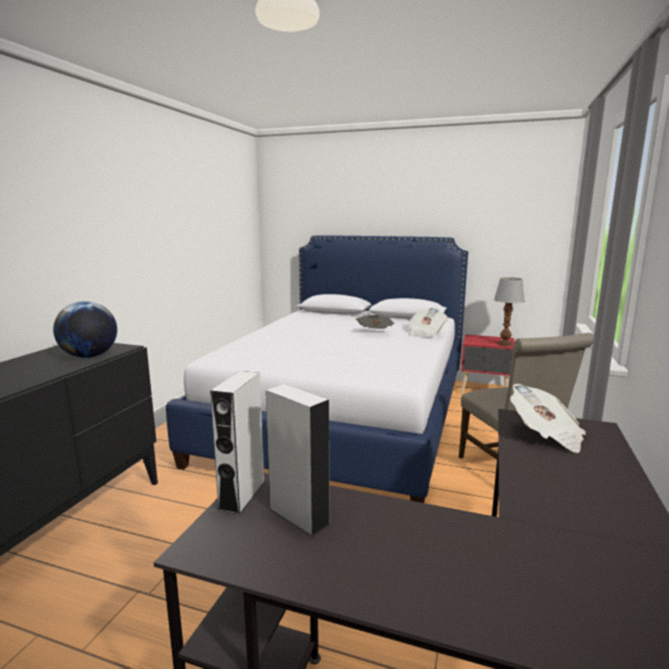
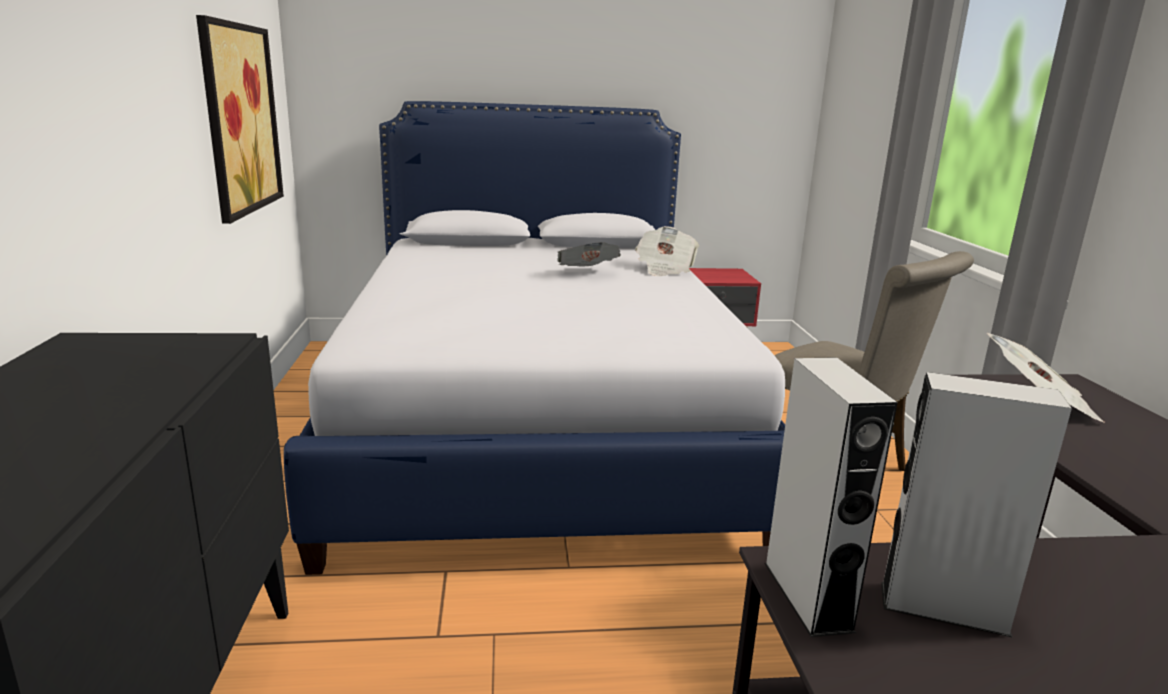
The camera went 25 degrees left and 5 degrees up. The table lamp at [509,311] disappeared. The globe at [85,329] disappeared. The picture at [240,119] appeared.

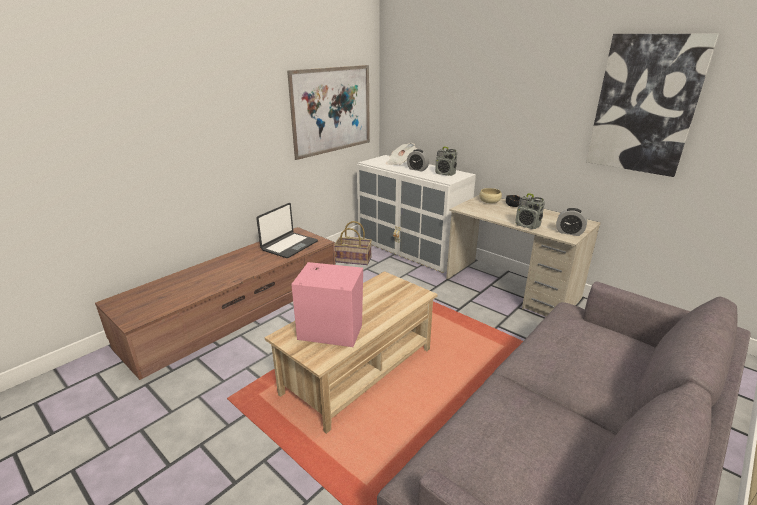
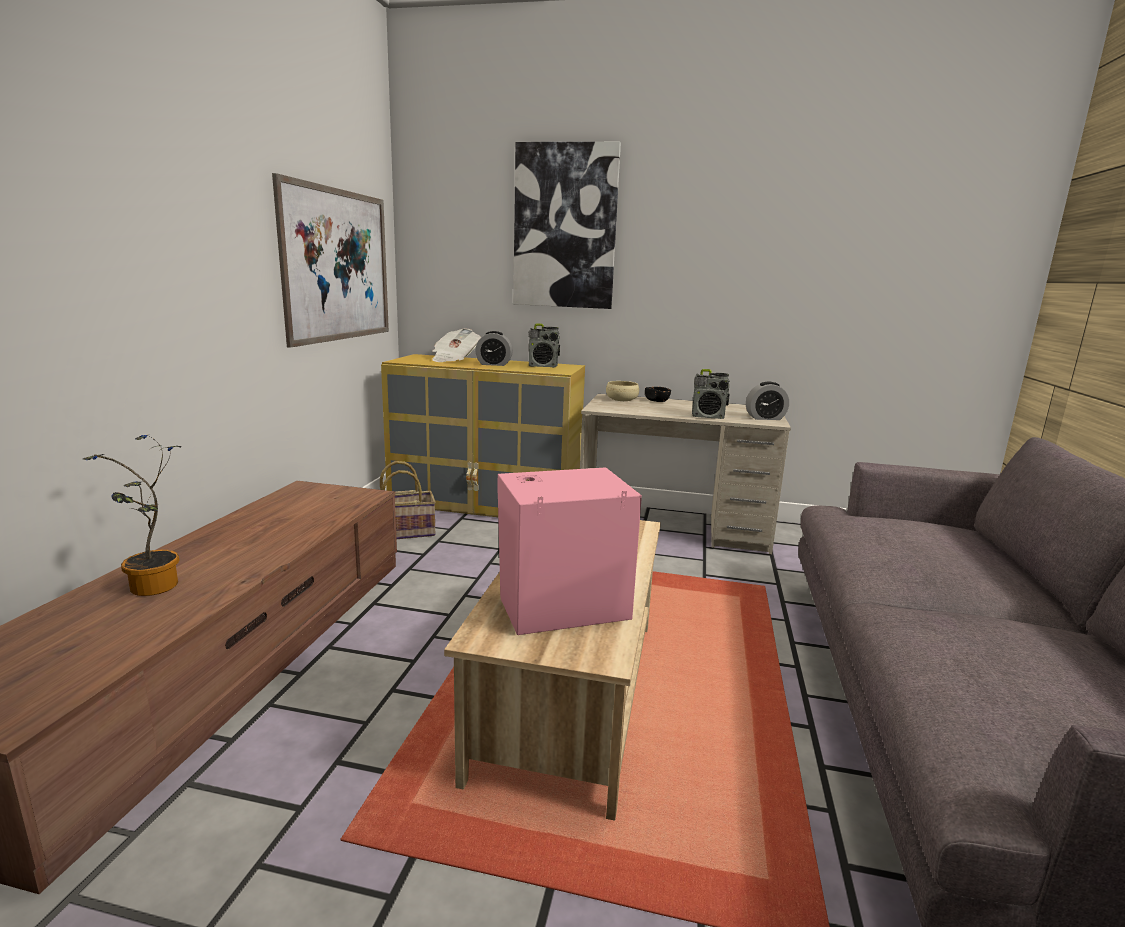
The camera went 30 degrees left and 10 degrees down. The picture moved from [652,105] to [567,225]. The cabinet (white) at [416,214] became the cabinet (yellow) at [483,435]. The laptop at [287,230] disappeared. The potted plant at [132,515] appeared.

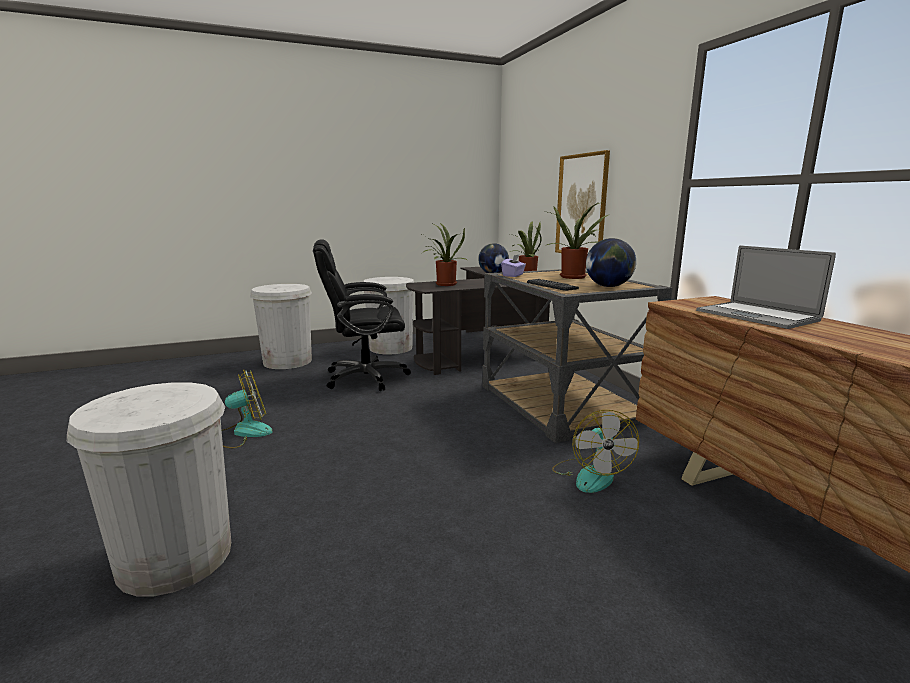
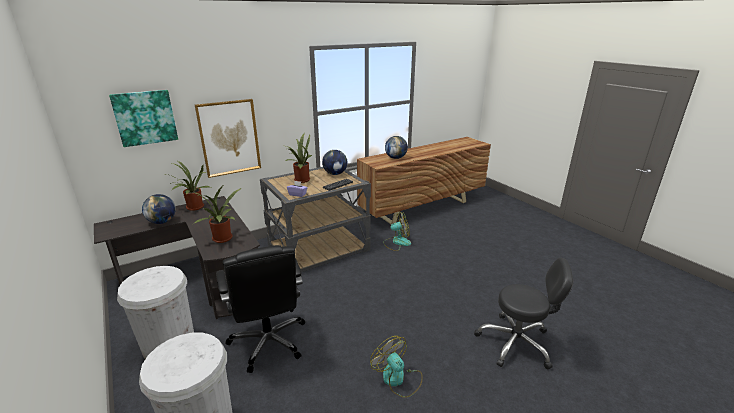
The camera went 100 degrees left and 10 degrees up. The laptop at [766,287] was replaced by the globe at [396,147]. The trash can (white) at [149,489] was replaced by the office chair (black) at [523,313]. The picture at [143,118] appeared.

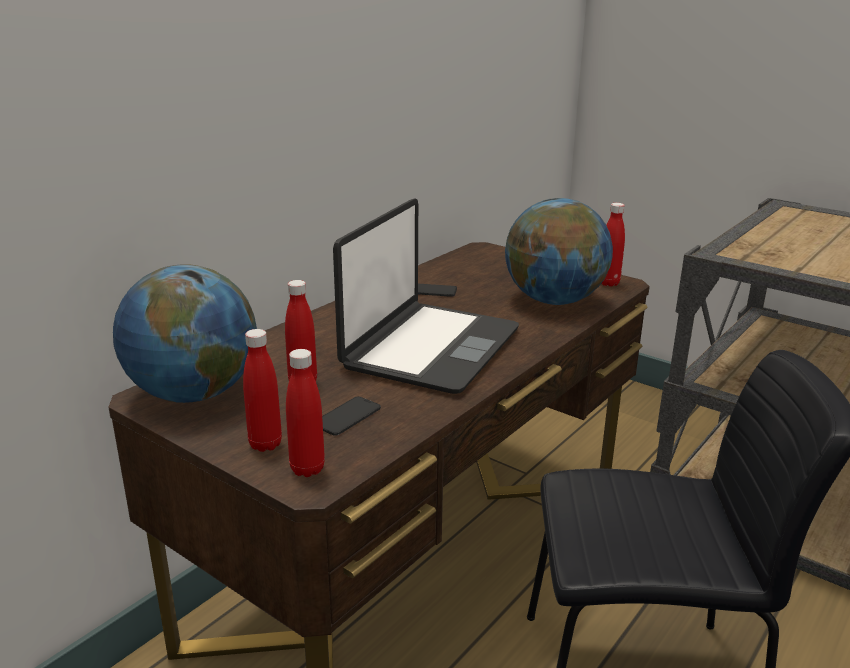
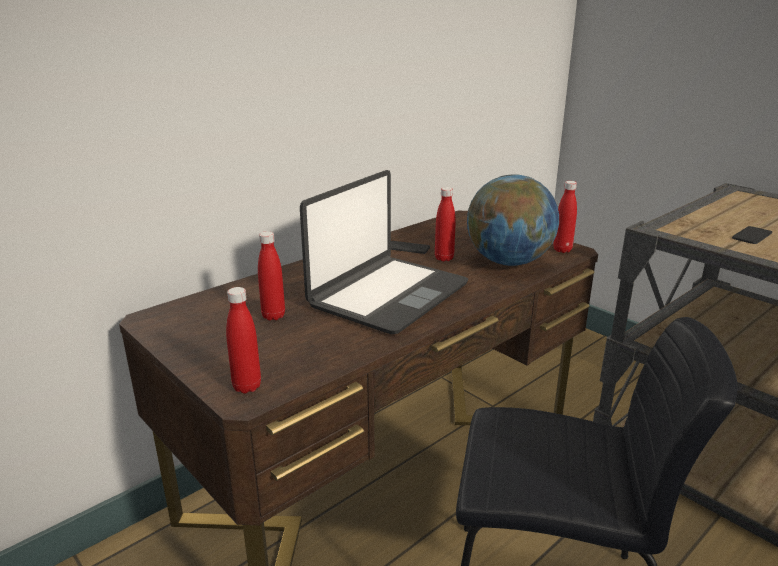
The camera went 10 degrees right and 0 degrees up. The globe at [185,333] disappeared. The bottle (red) moved from [262,390] to [445,224]. The phone moved from [351,416] to [752,235].

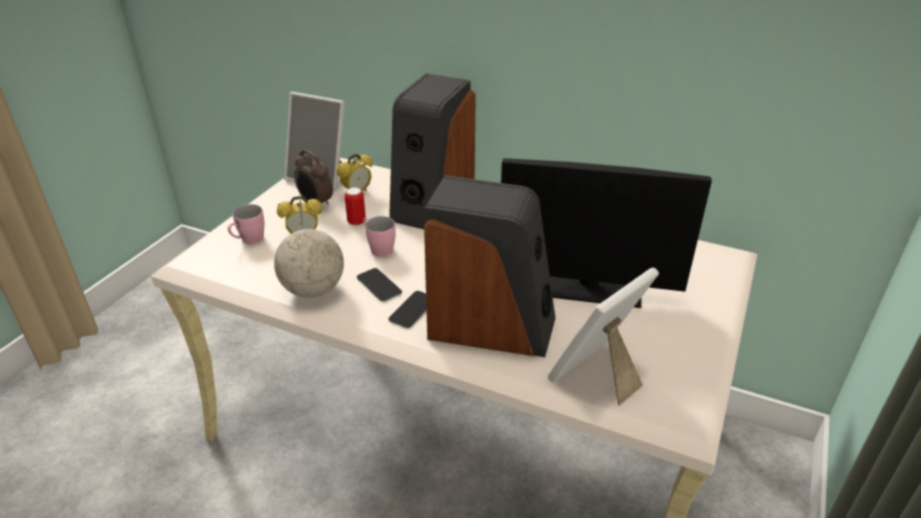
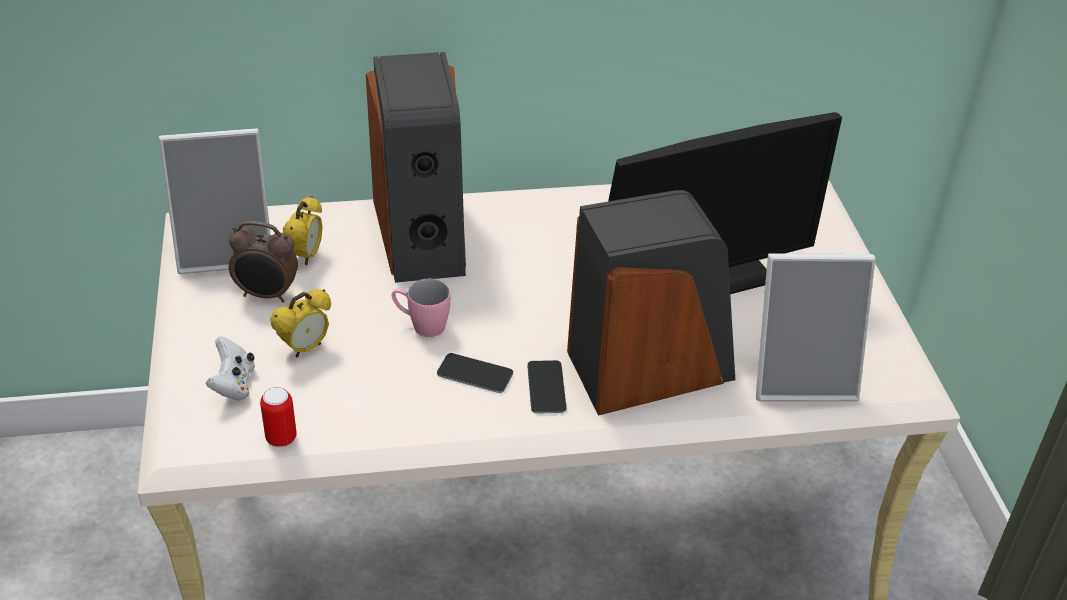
The camera went 35 degrees left and 5 degrees up. The can moved from [355,206] to [278,417]. The globe at [309,248] disappeared. The mug (pink) at [246,224] was replaced by the game controller (white) at [230,368]. The picture frame at [603,337] turned 105 degrees counterclockwise.

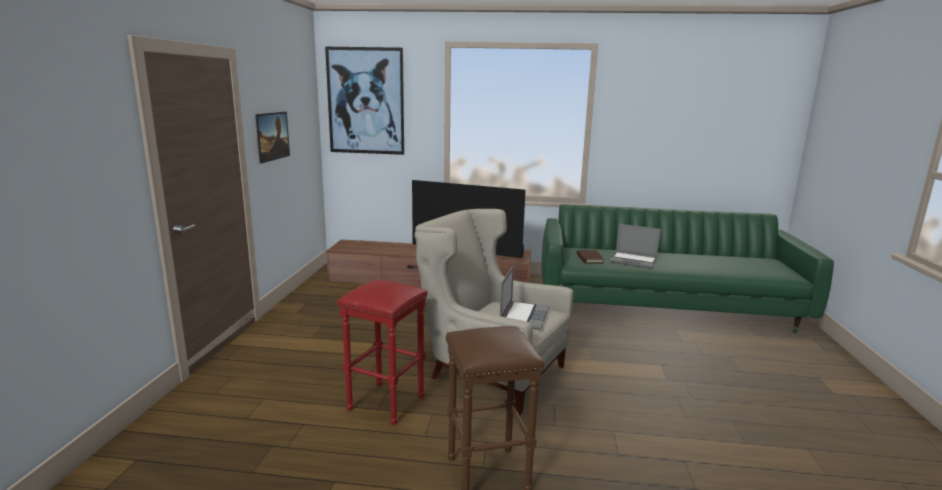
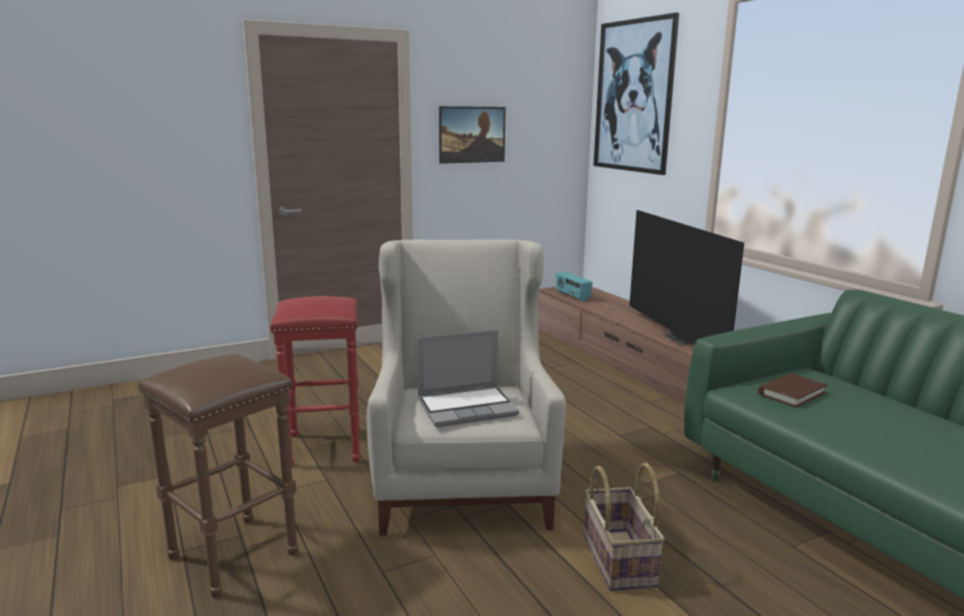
The camera went 55 degrees right and 0 degrees up. The laptop at [635,246] disappeared. The radio at [574,287] appeared. The basket at [624,527] appeared.

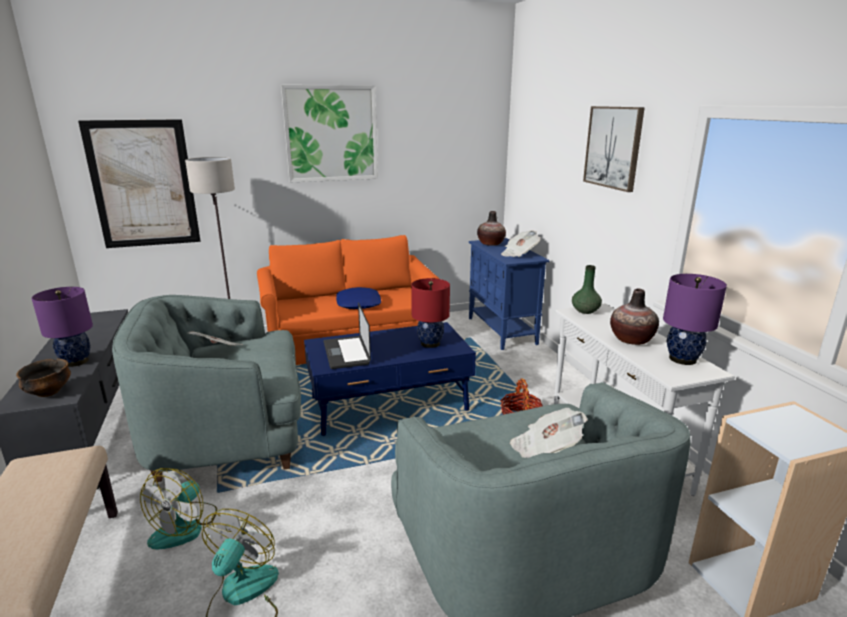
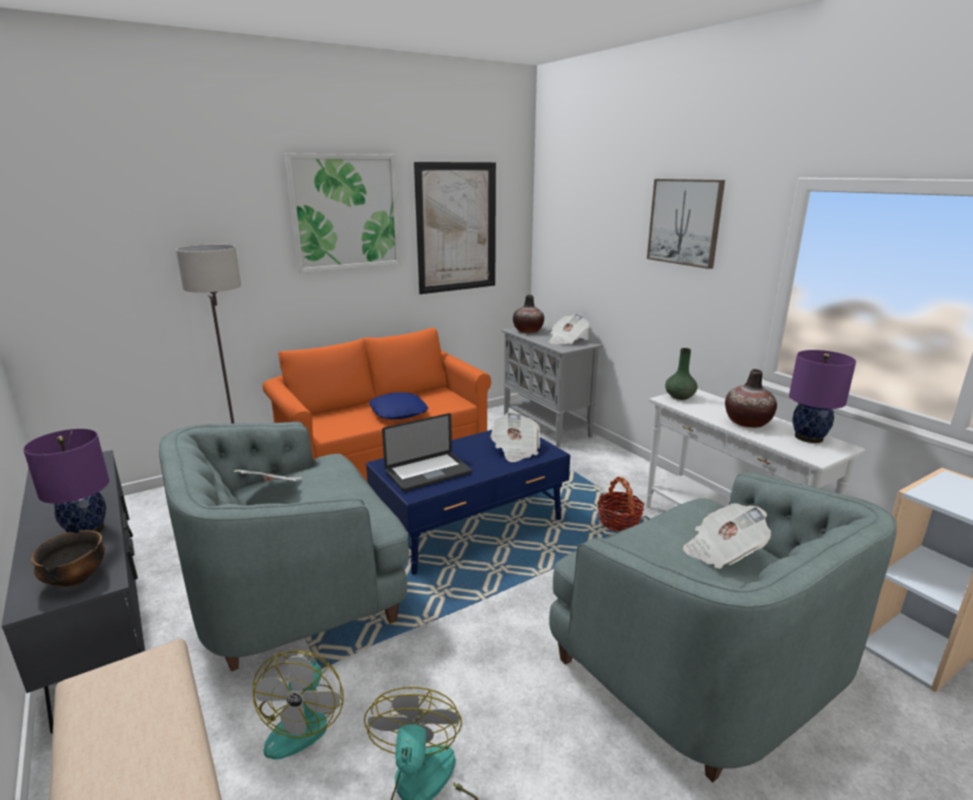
The camera went 15 degrees left and 0 degrees up. The picture moved from [139,183] to [455,228]. The cabinet (blue) at [509,294] became the cabinet (grey) at [552,386]. The table lamp (red) at [430,313] was replaced by the newspaper at [515,437]. The laptop at [347,336] turned 90 degrees counterclockwise.

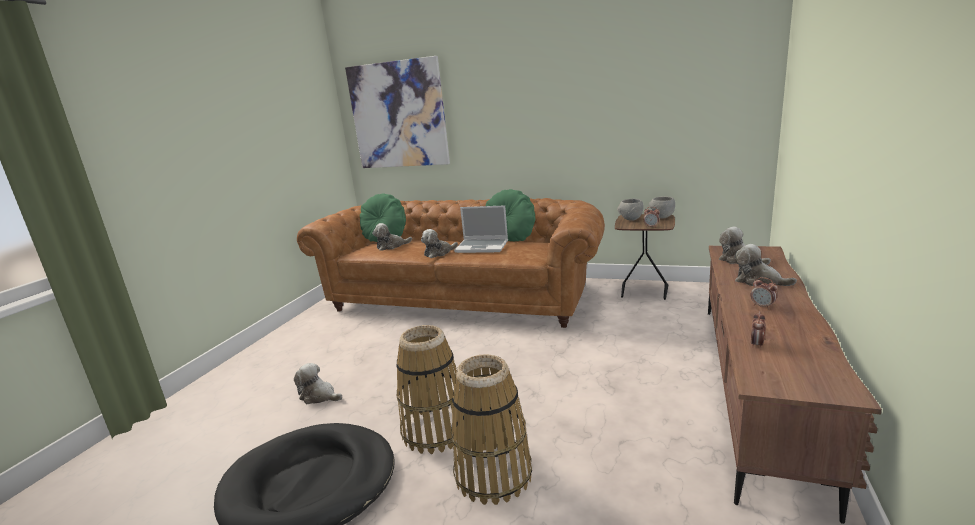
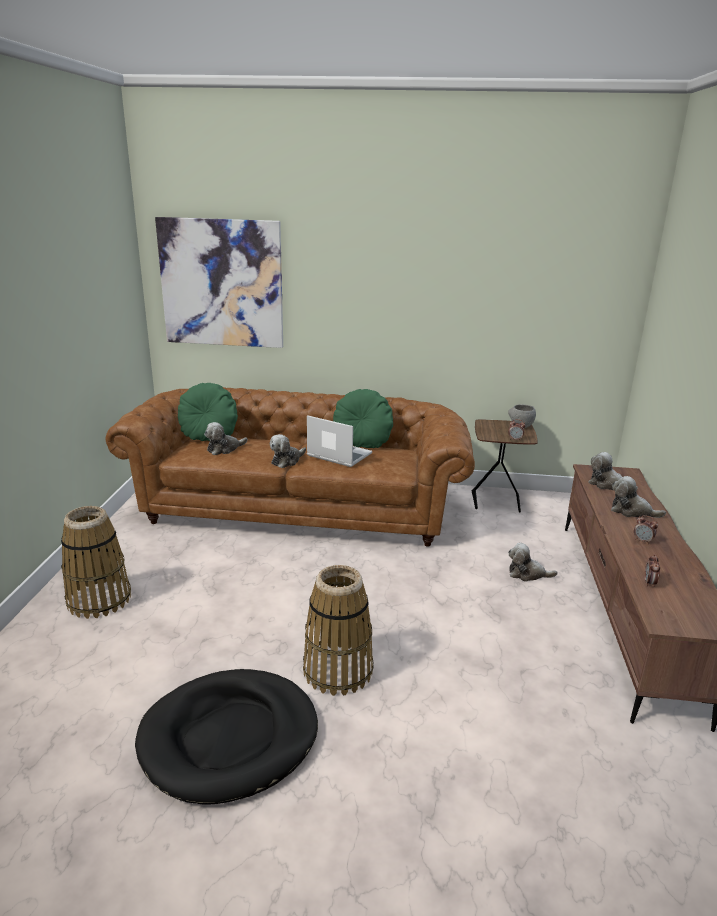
The camera went 15 degrees left and 5 degrees up. The bowl (grey) at [630,210] disappeared. The laptop at [481,229] turned 150 degrees counterclockwise. The basket moved from [491,429] to [96,562]. The plush toy moved from [318,383] to [533,562].

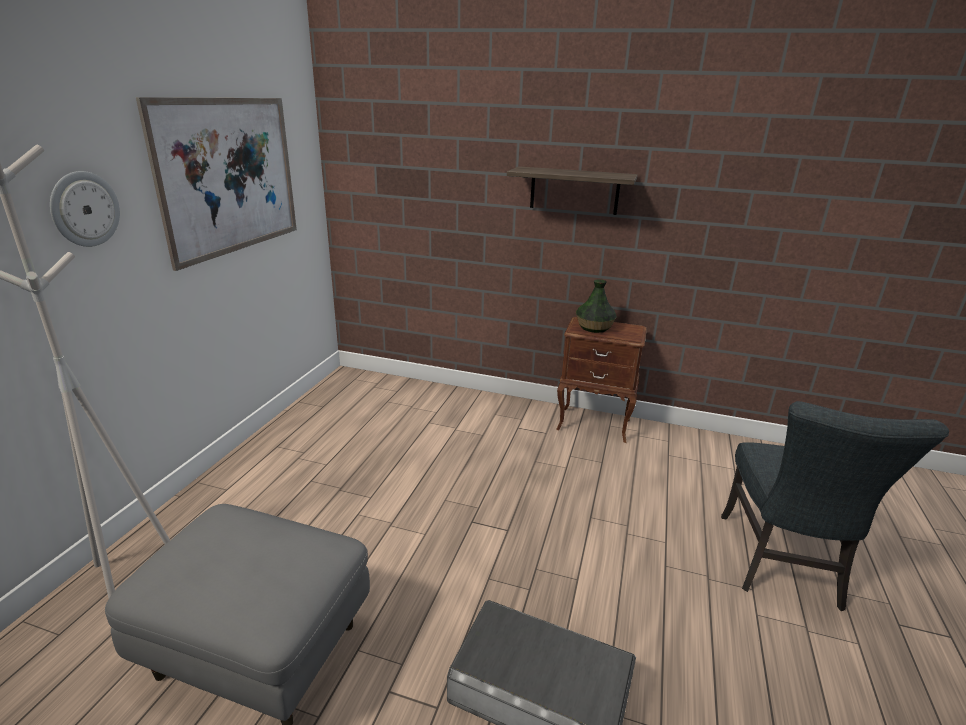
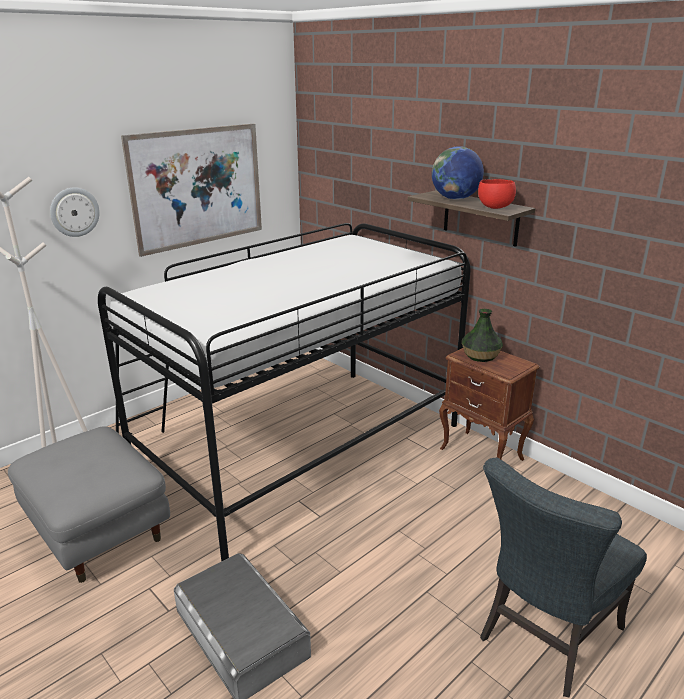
The camera went 30 degrees right and 0 degrees up. The globe at [458,173] appeared. The bowl (red) at [497,194] appeared. The bed (black) at [284,392] appeared.

